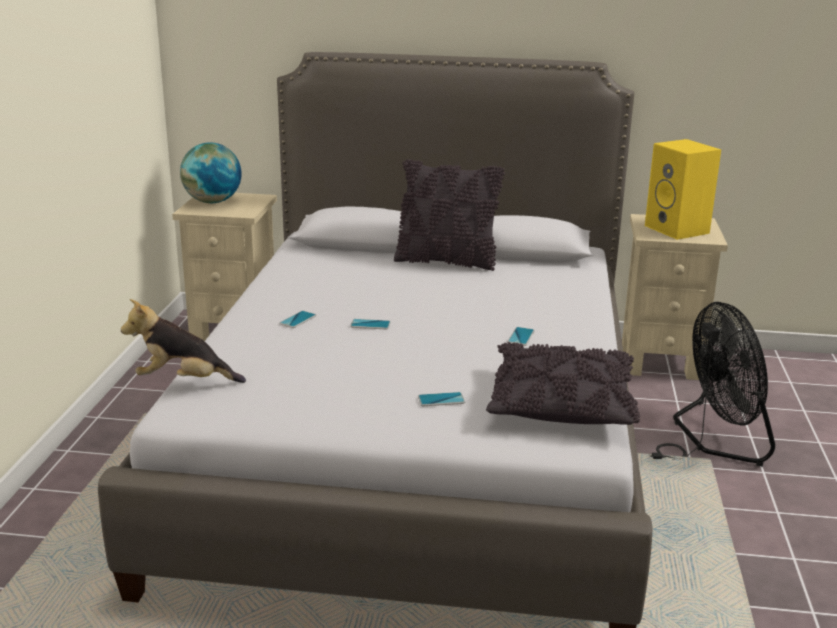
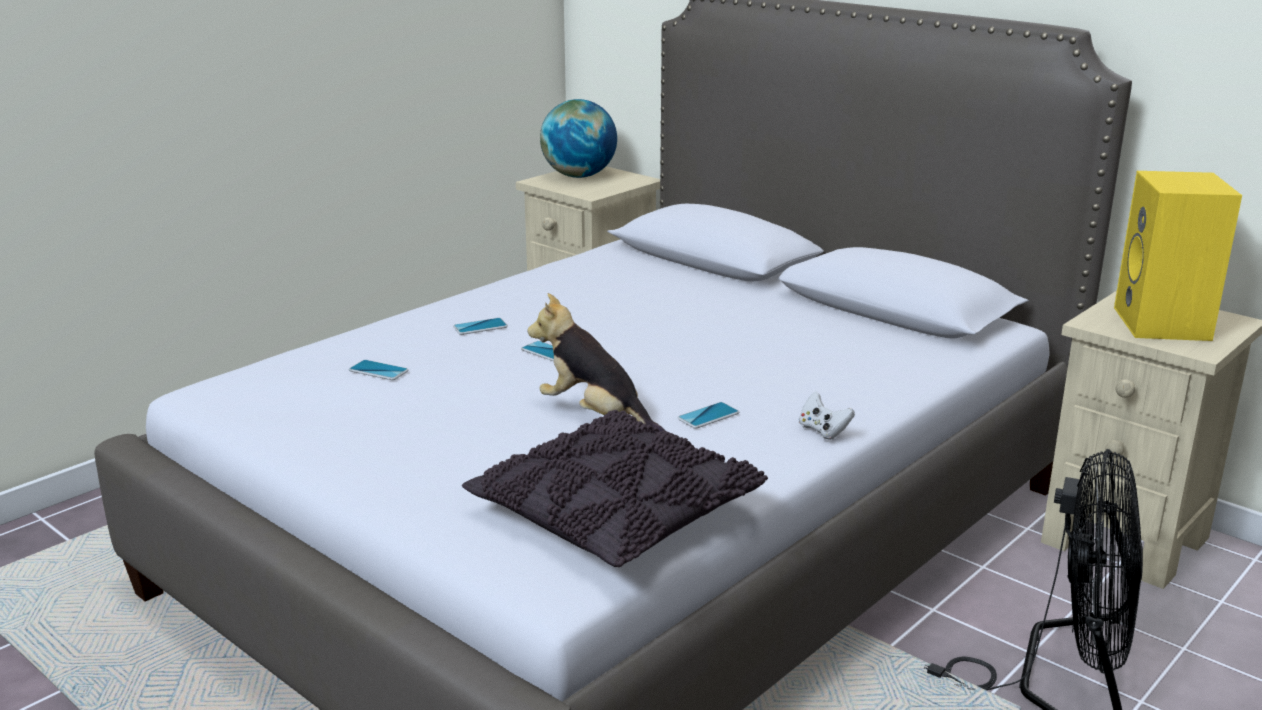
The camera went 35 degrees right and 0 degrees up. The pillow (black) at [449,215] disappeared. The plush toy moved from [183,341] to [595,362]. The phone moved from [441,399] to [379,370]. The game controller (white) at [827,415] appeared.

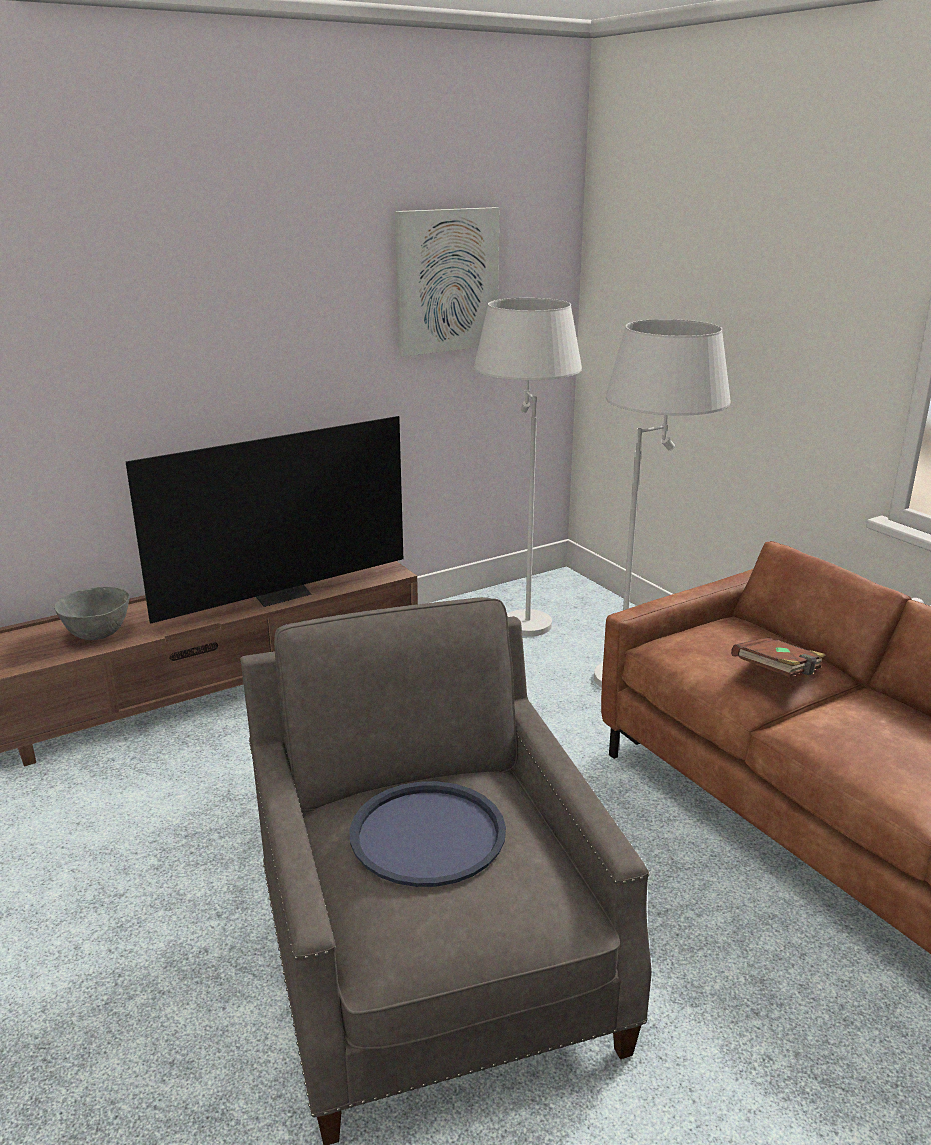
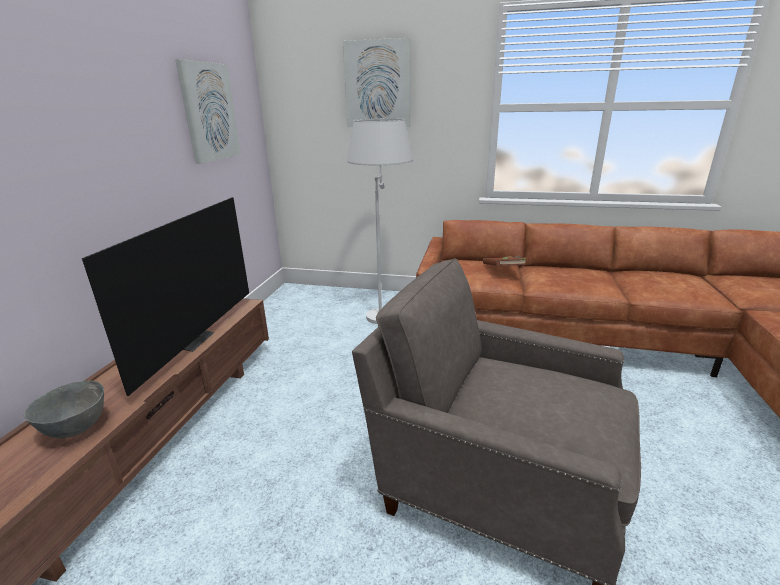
The camera went 45 degrees left and 0 degrees up. The floor lamp (white) at [528,467] disappeared. The tray (blue) at [427,834] disappeared. The picture at [376,82] appeared.

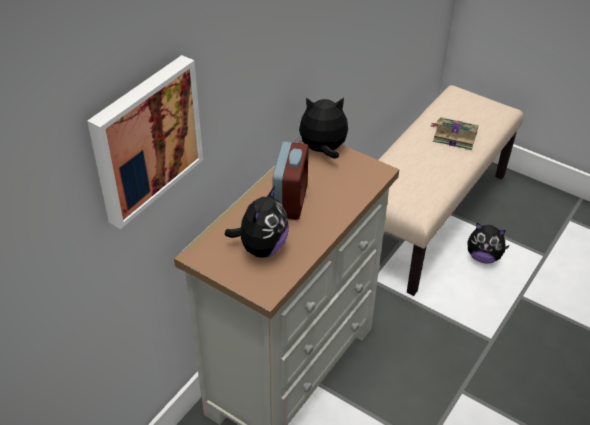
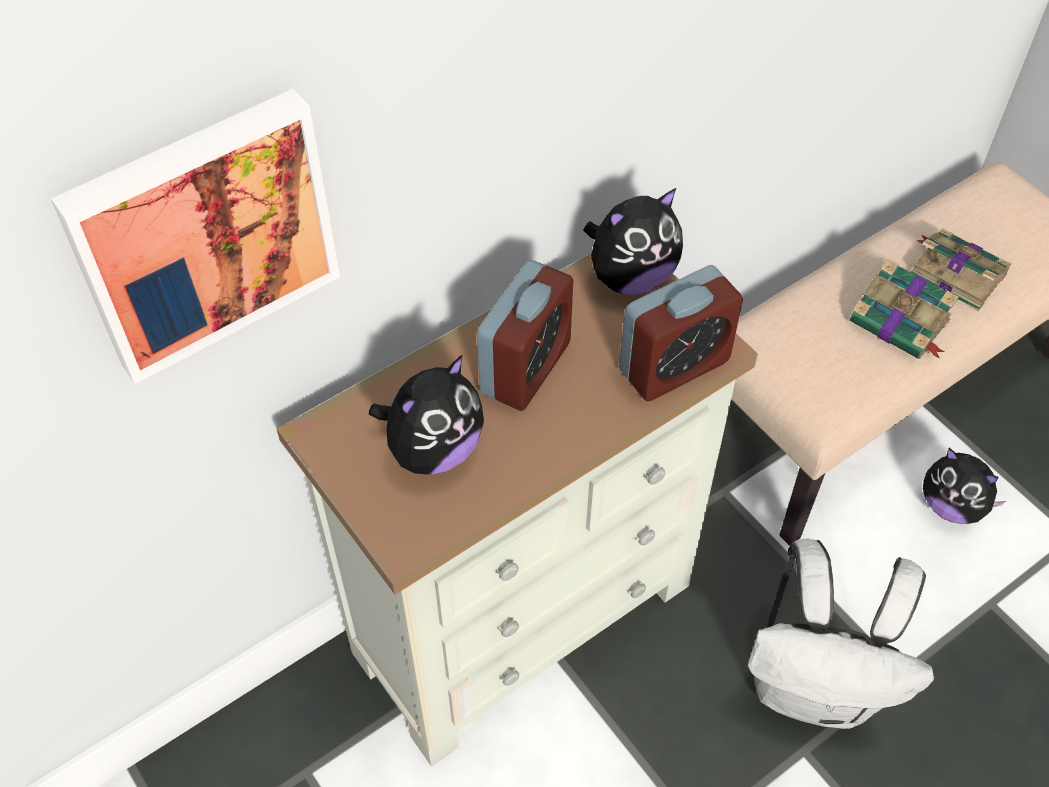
The camera went 20 degrees right and 10 degrees up. The plush toy at [322,127] turned 135 degrees clockwise. The book at [904,309] appeared. The alarm clock at [681,333] appeared. The backpack (white) at [841,634] appeared.

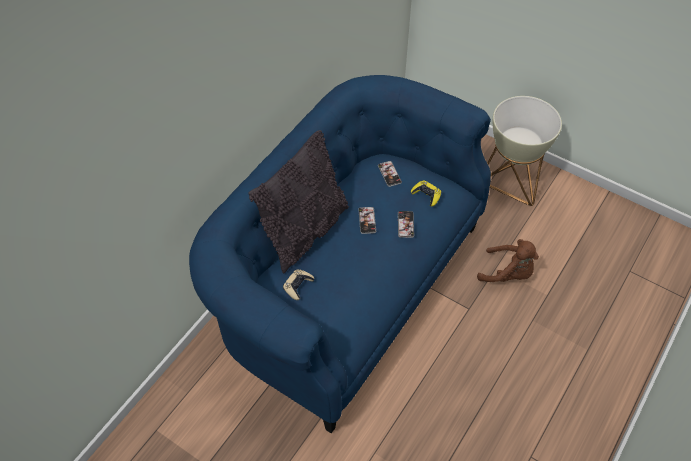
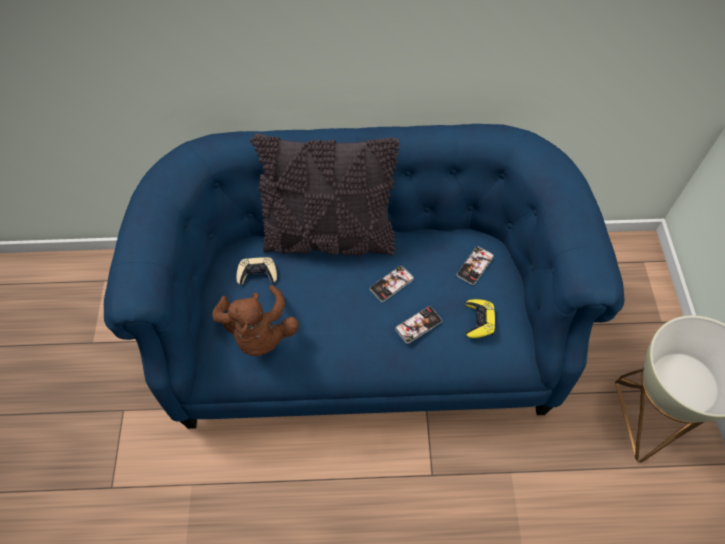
The camera went 55 degrees right and 5 degrees up. The plush toy (brown) moved from [508,260] to [255,320].

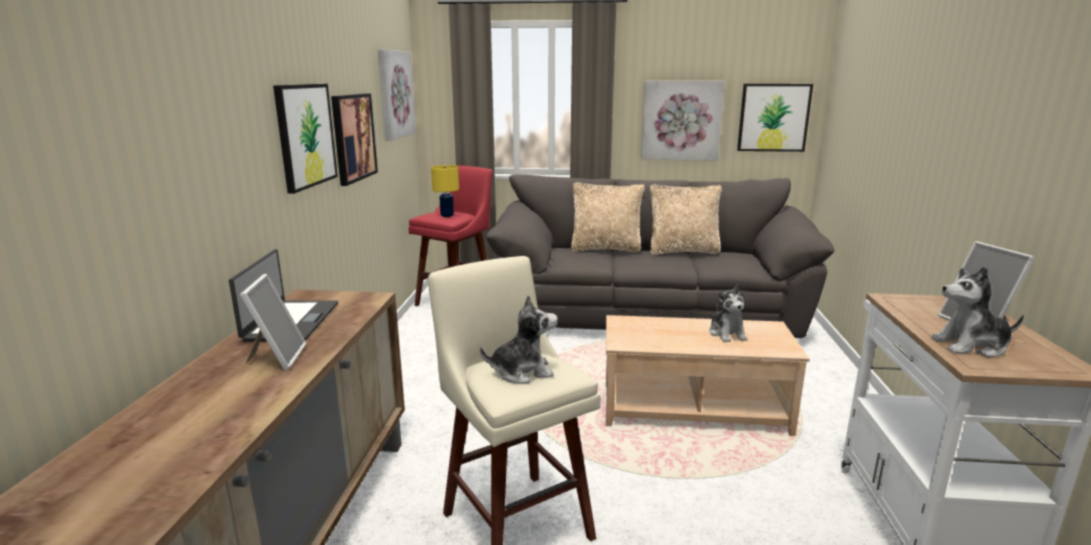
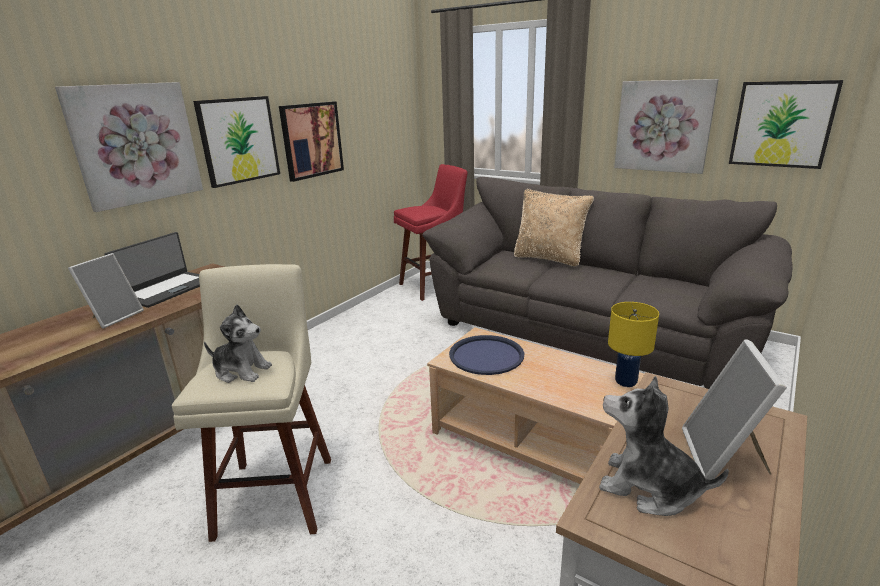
The camera went 30 degrees right and 5 degrees up. The picture moved from [397,95] to [129,147]. The table lamp (yellow) moved from [445,191] to [633,344]. The pillow (beige) at [686,219] disappeared. The plush toy at [728,313] disappeared. The tray (blue) at [486,355] appeared.

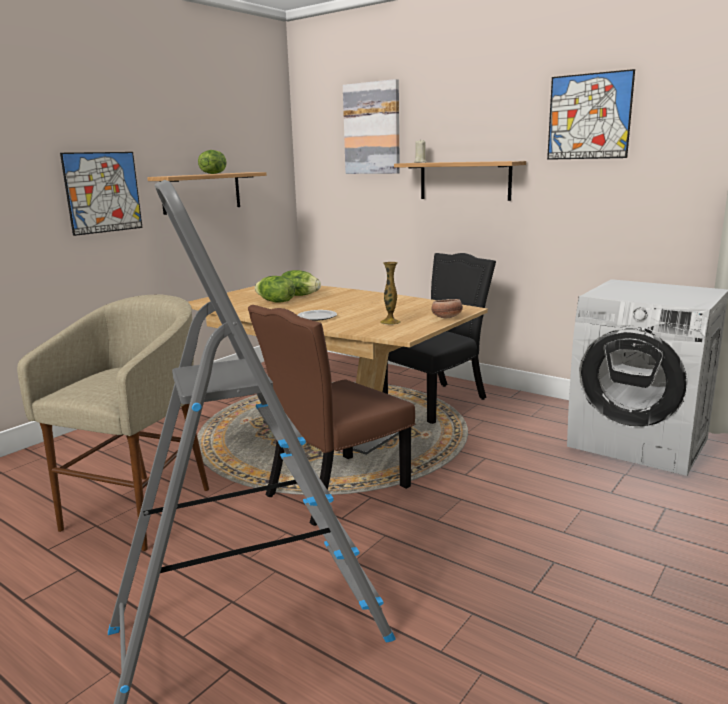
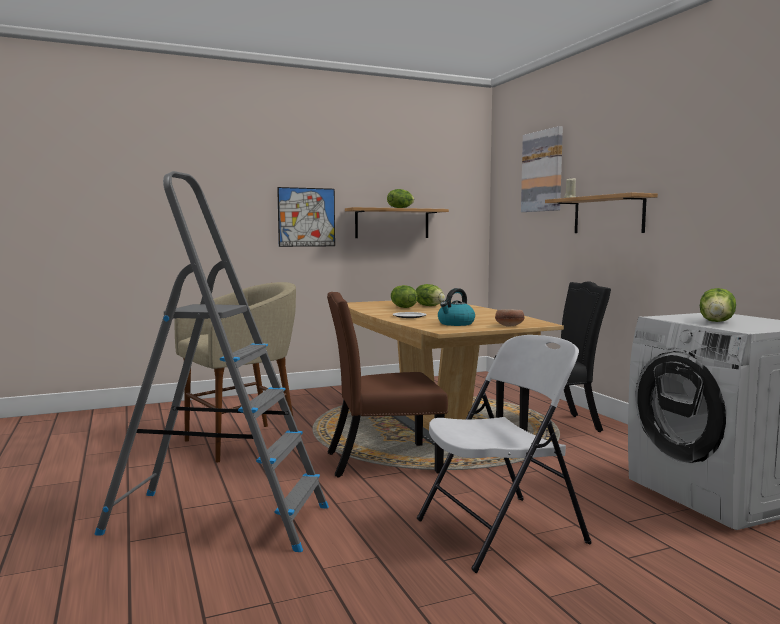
The camera went 30 degrees right and 10 degrees down. The picture at [591,114] disappeared. The vase at [390,293] was replaced by the kettle at [456,307]. The lettuce at [718,305] appeared. The chair (white) at [504,454] appeared.

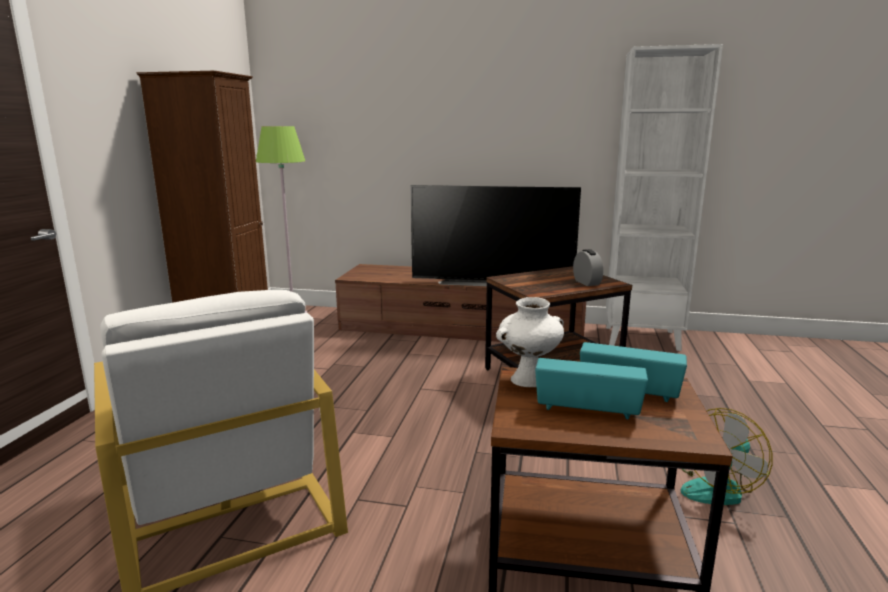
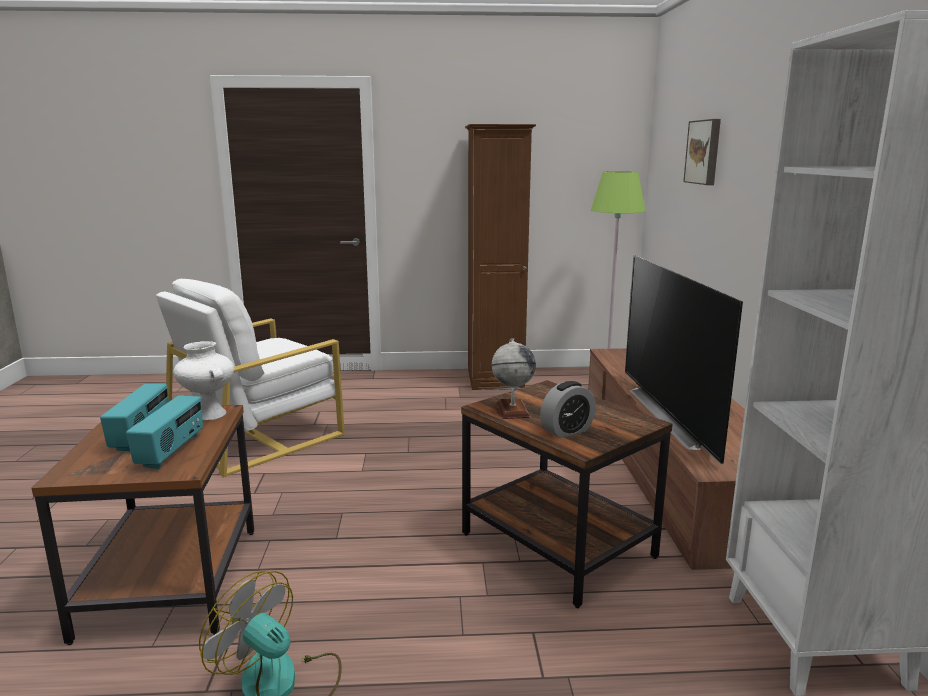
The camera went 75 degrees right and 0 degrees up. The picture at [702,152] appeared. The globe at [514,378] appeared.

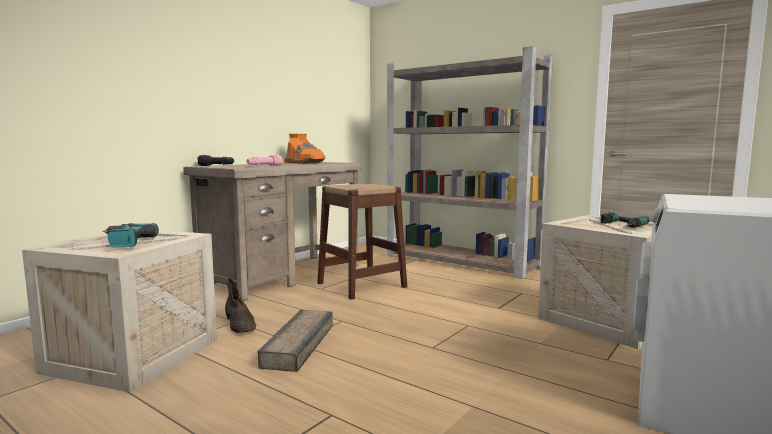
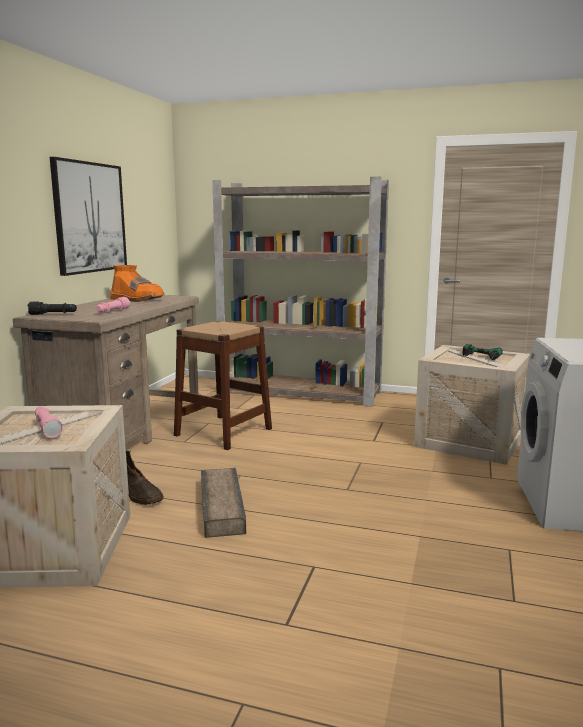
The camera went 20 degrees left and 5 degrees up. The power drill at [130,235] was replaced by the flashlight (pink) at [49,422]. The picture at [88,216] appeared.

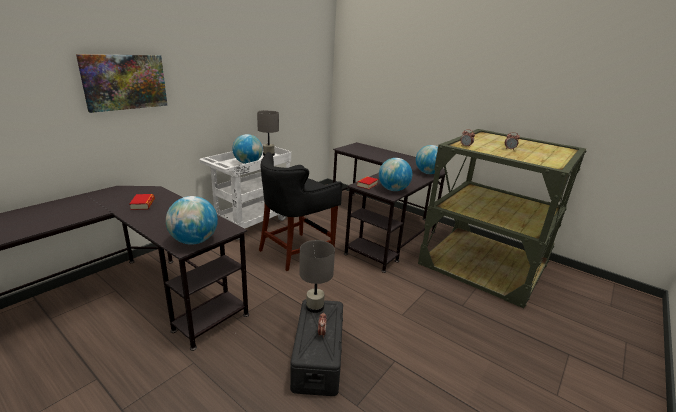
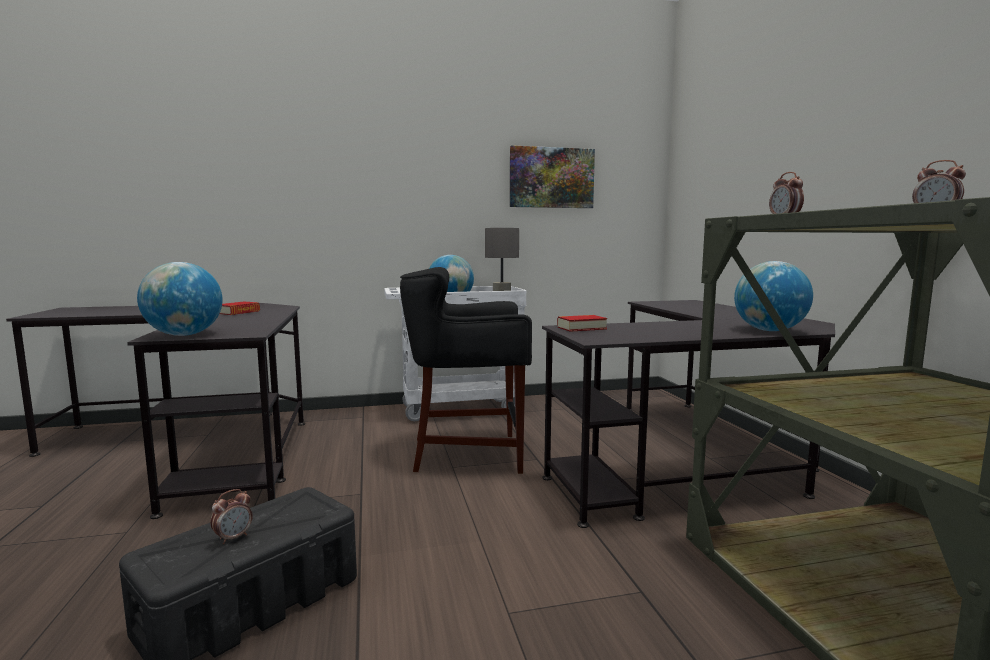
The camera went 40 degrees right and 15 degrees down. The picture moved from [121,83] to [552,176]. The globe at [395,174] disappeared. The table lamp (grey) at [317,276] disappeared.

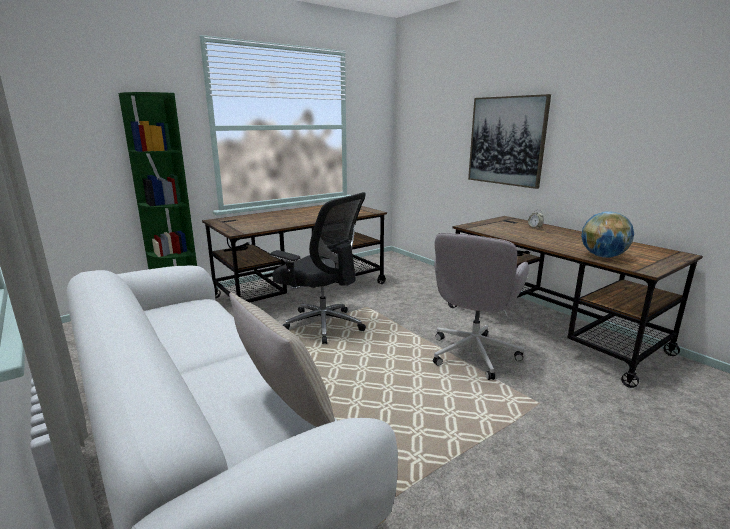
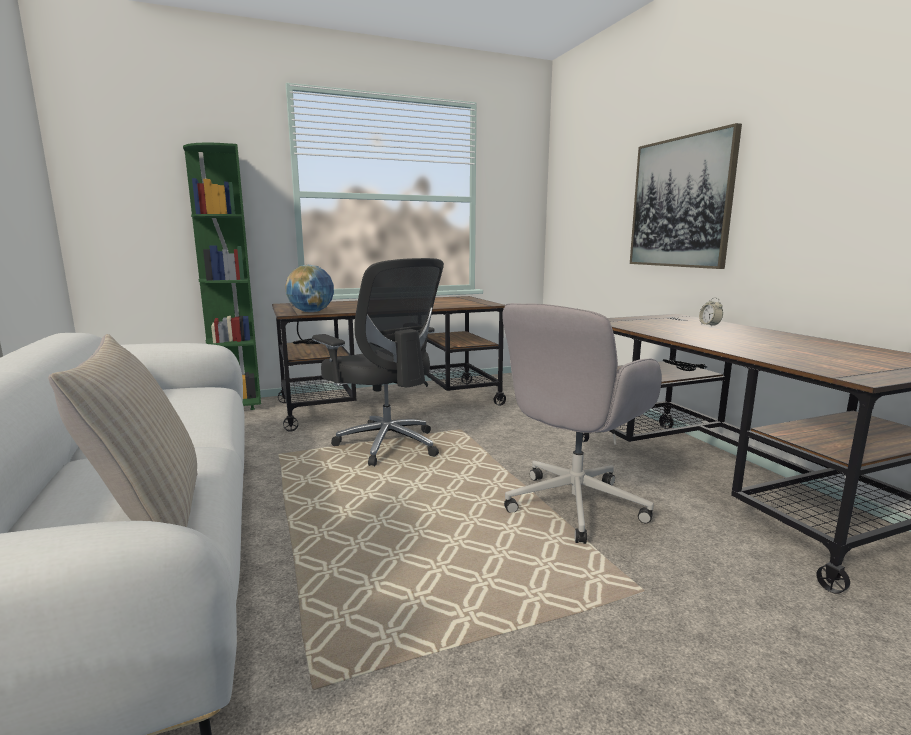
The camera went 15 degrees right and 5 degrees down. The globe moved from [607,234] to [309,288].

